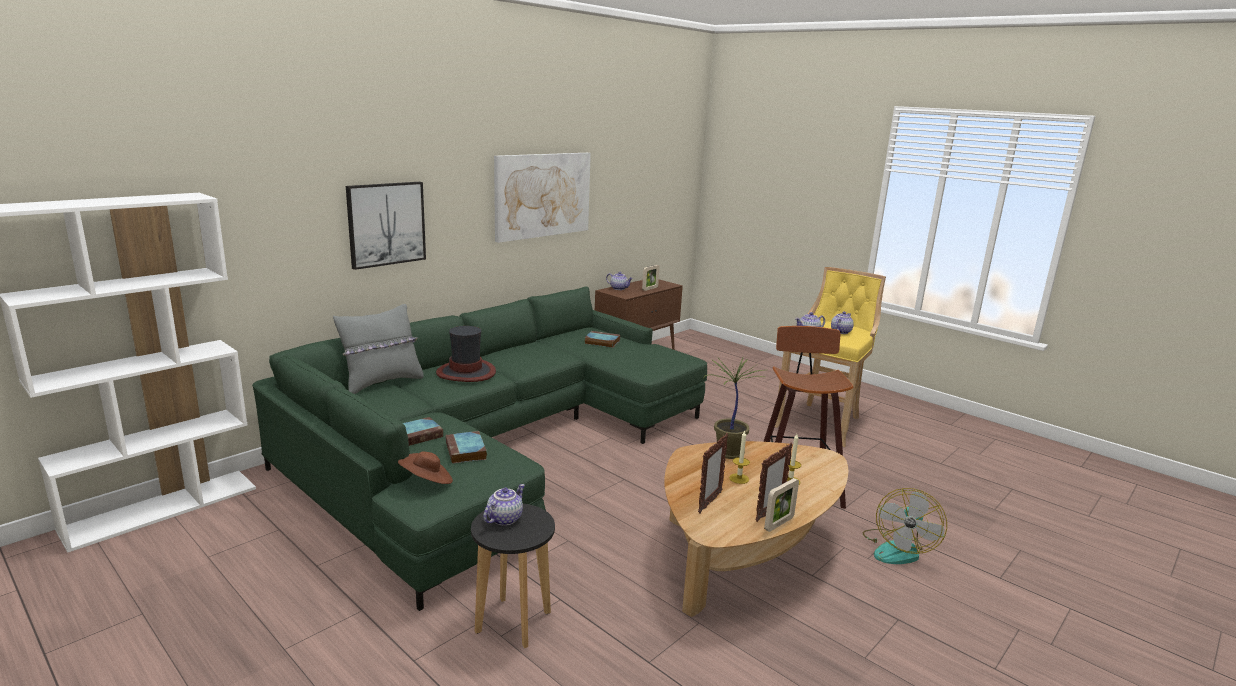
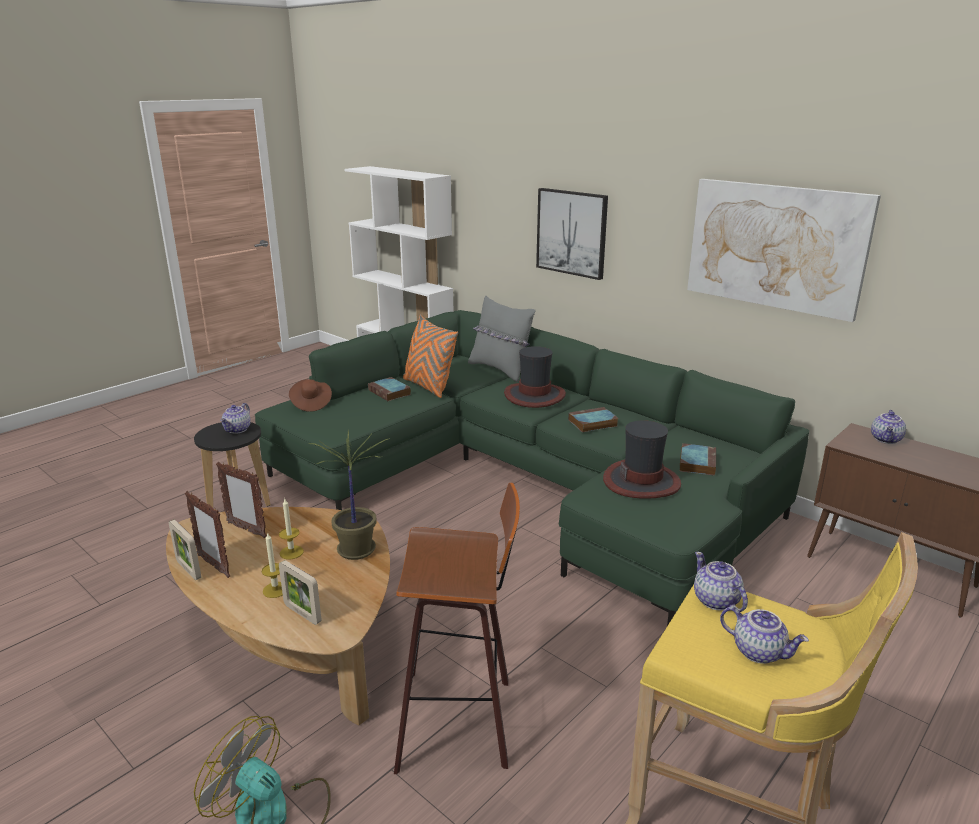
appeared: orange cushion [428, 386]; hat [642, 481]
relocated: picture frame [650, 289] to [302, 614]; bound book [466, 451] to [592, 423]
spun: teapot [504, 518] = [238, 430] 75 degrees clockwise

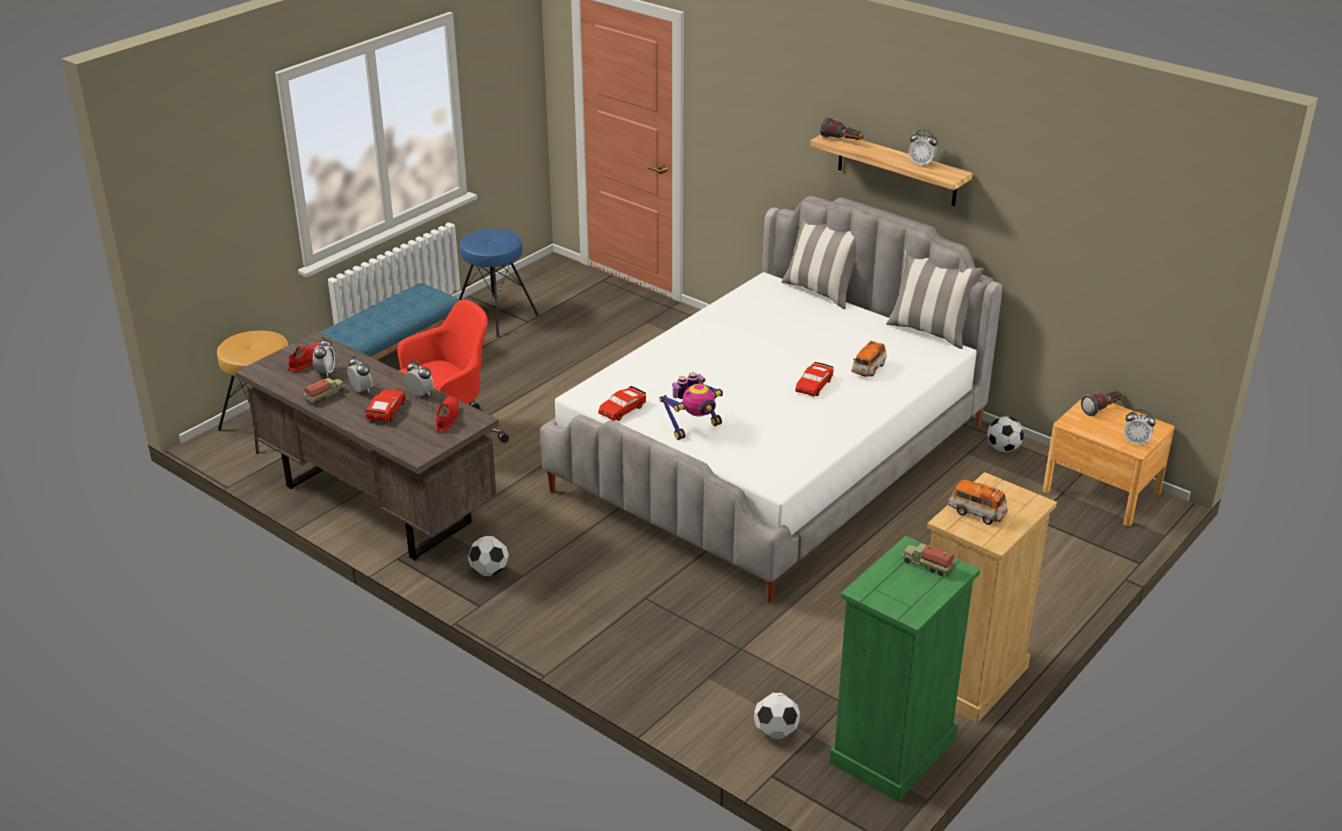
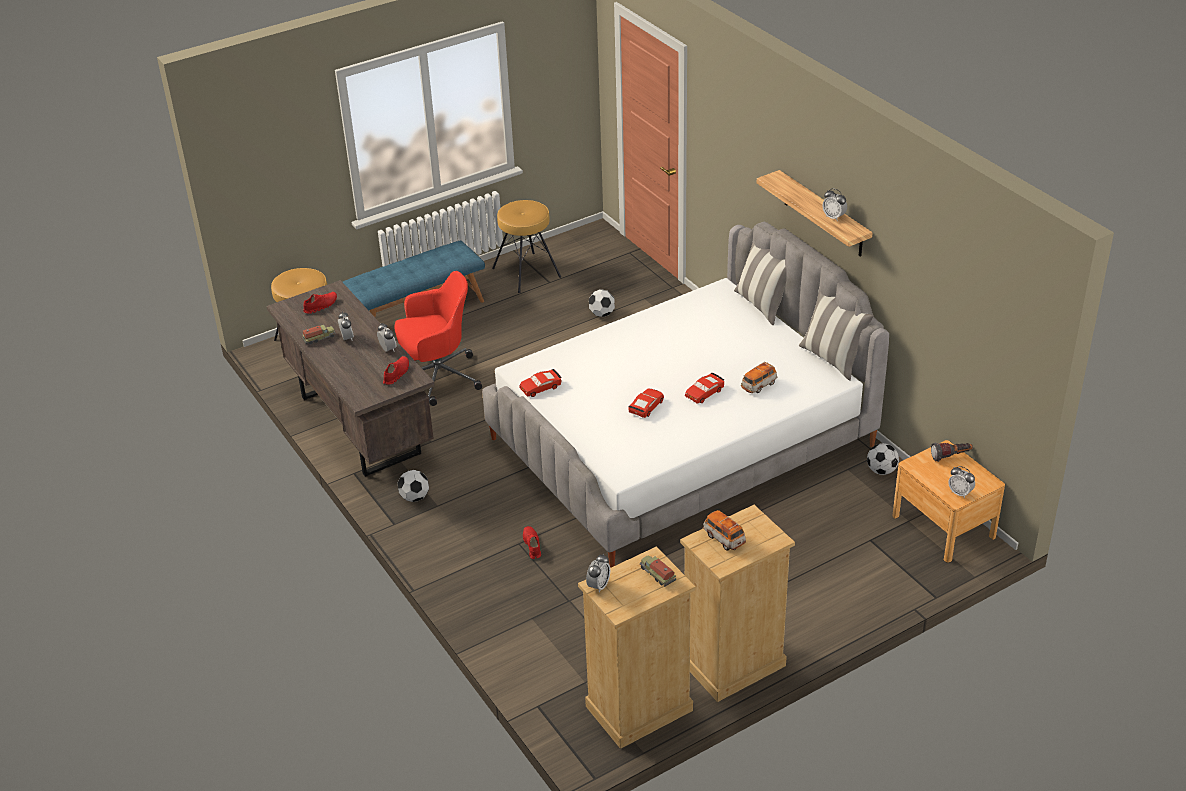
missing: flashlight [842, 141]; model robot [694, 427]
appeared: reddish shoe [532, 545]
relocated: table clock [325, 372] to [598, 586]; reddish toy car [386, 411] to [646, 407]; football [775, 732] to [602, 314]
colour: blue stool [496, 315] to brownish stool [527, 272]; green dresser [893, 751] to sand-coloured dresser [638, 709]

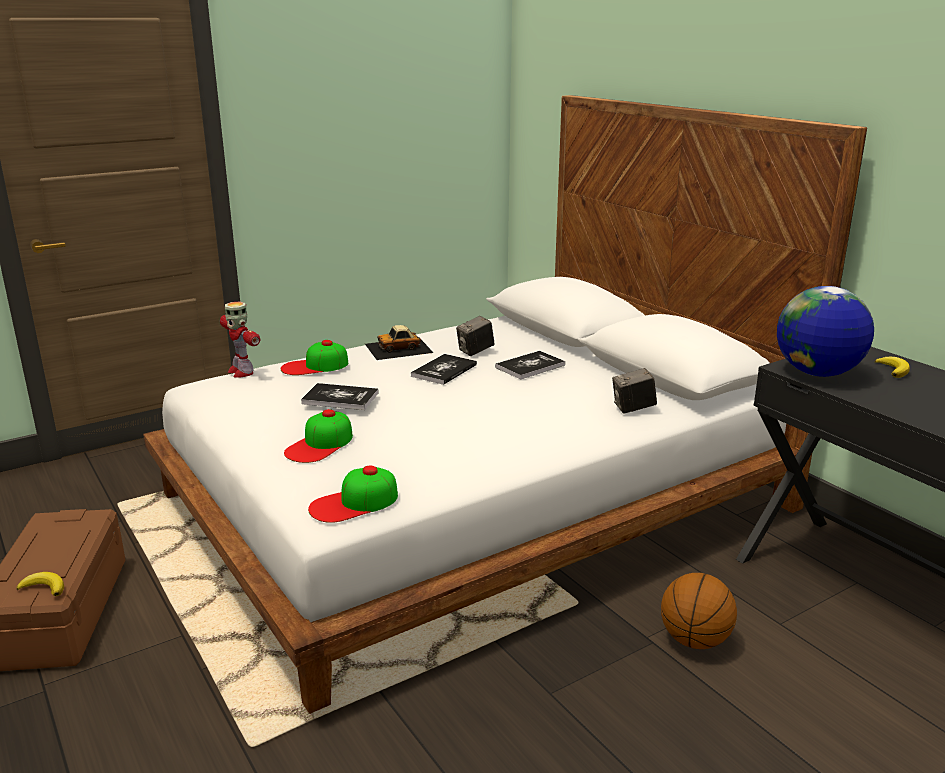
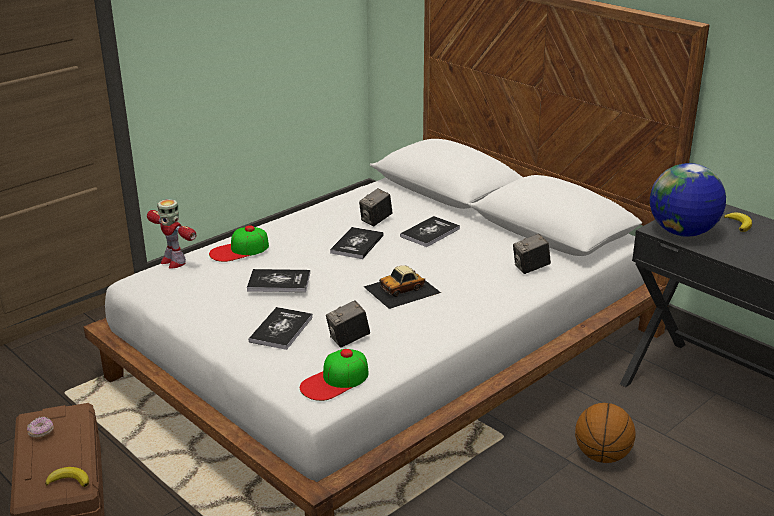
appeared: photo camera [348, 340]; donut [41, 432]
relocated: toy car [399, 348] to [402, 289]
exchanged: cap [320, 444] to bound book [281, 329]

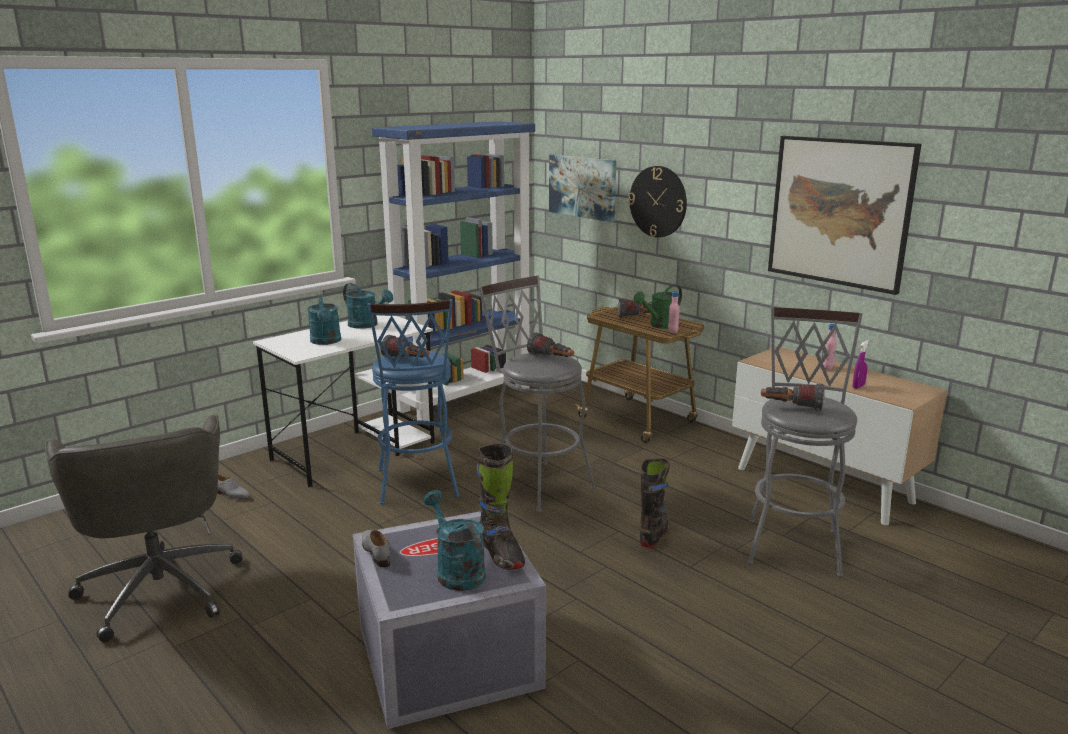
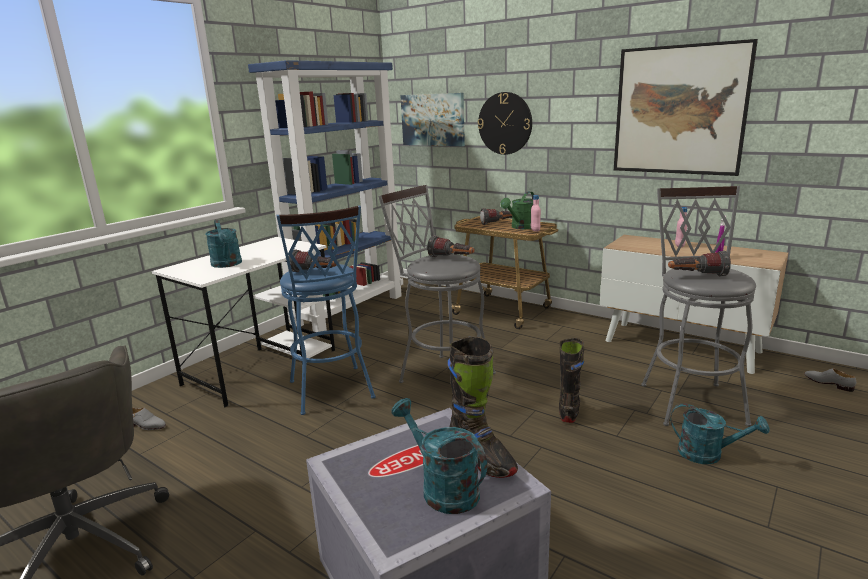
relocated: blue-green watering pot [367, 325] to [708, 454]; grey shoe [376, 552] to [828, 383]

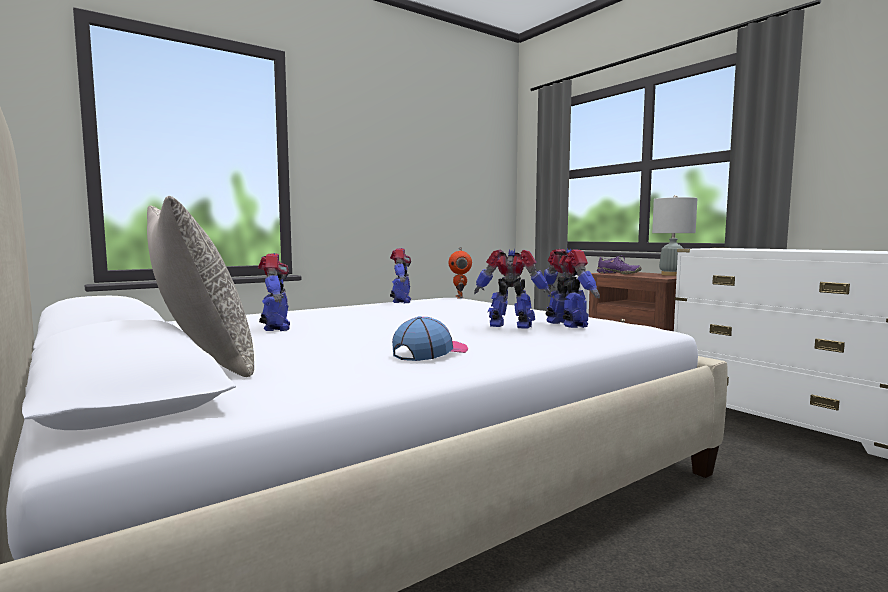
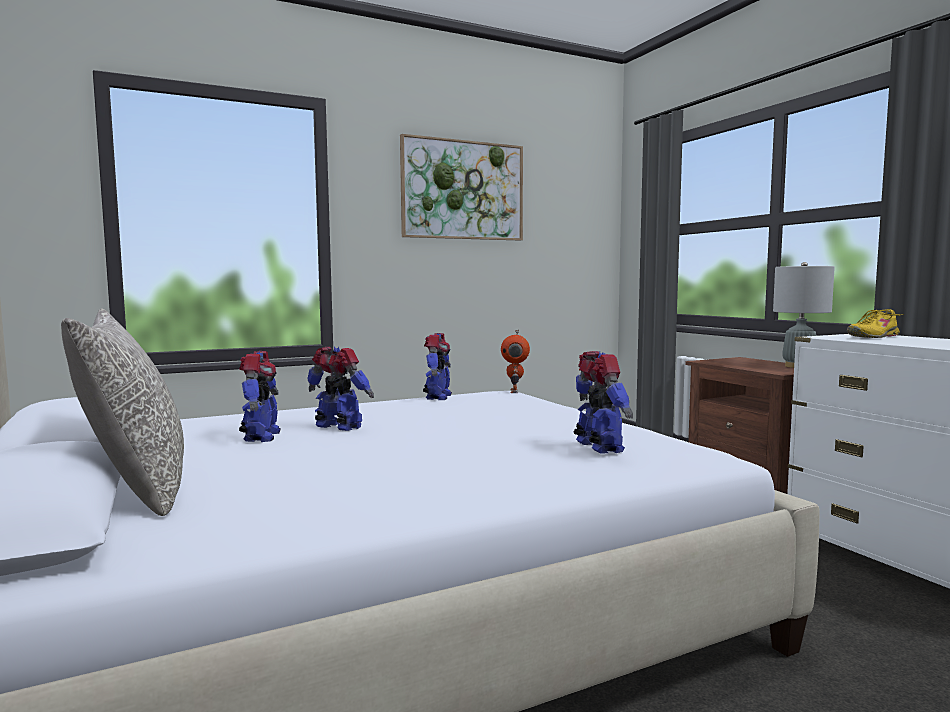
missing: purplish shoe [618, 273]; cap [430, 352]
appeared: wall picture [462, 190]; yellow-coloured shoe [872, 337]
relocated: model robot [511, 326] to [338, 427]

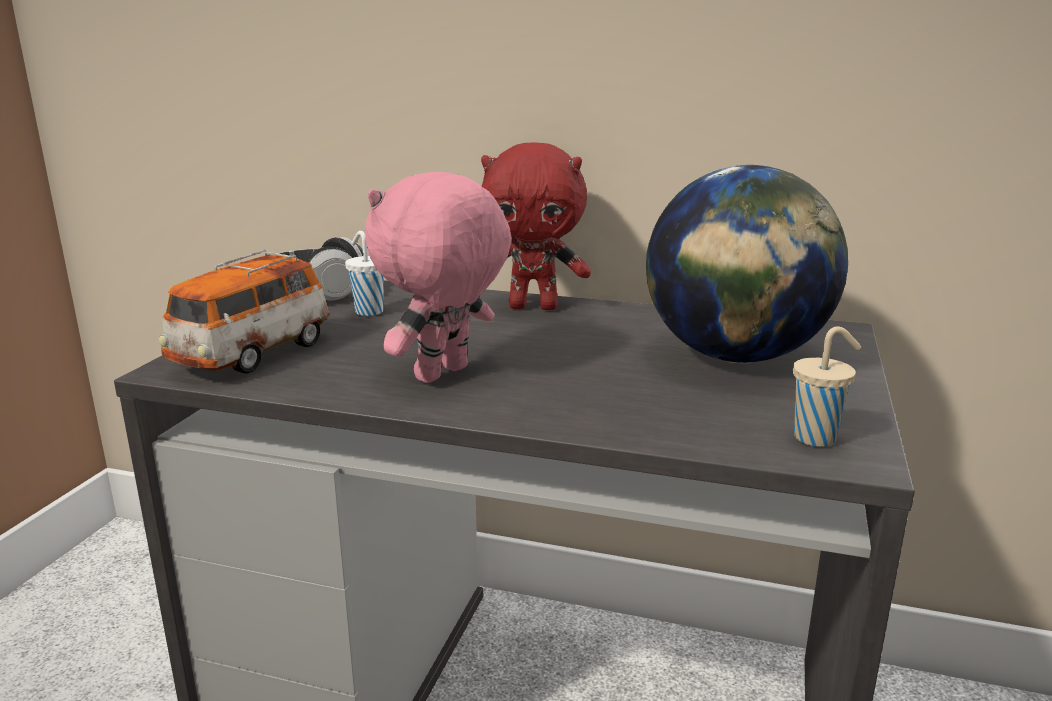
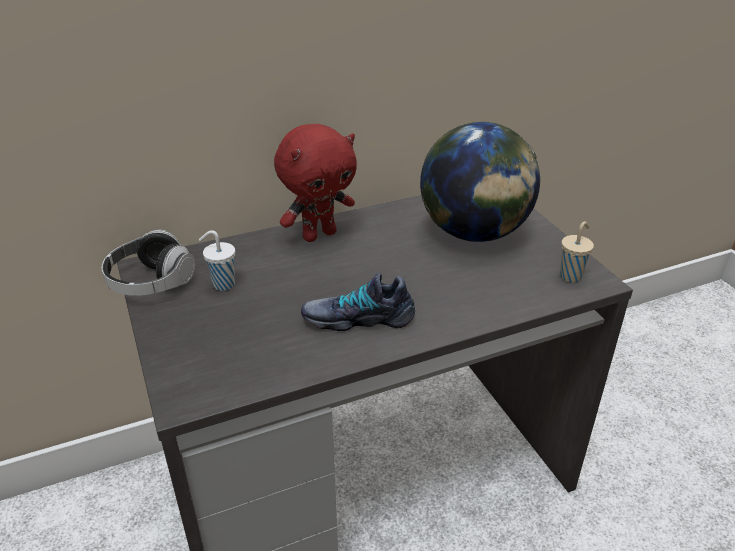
missing: toy car [252, 354]
exchanged: pink soft toy [444, 375] to shoe [358, 318]

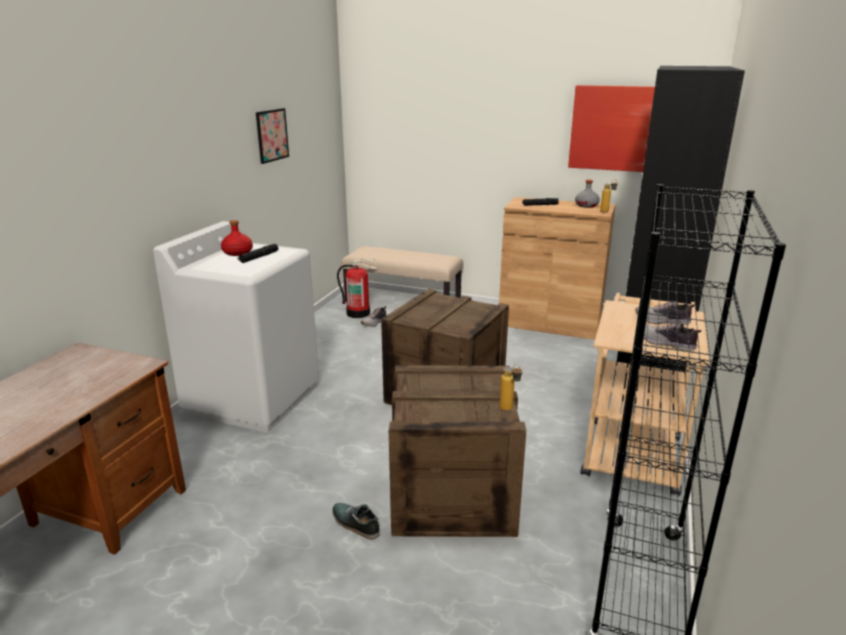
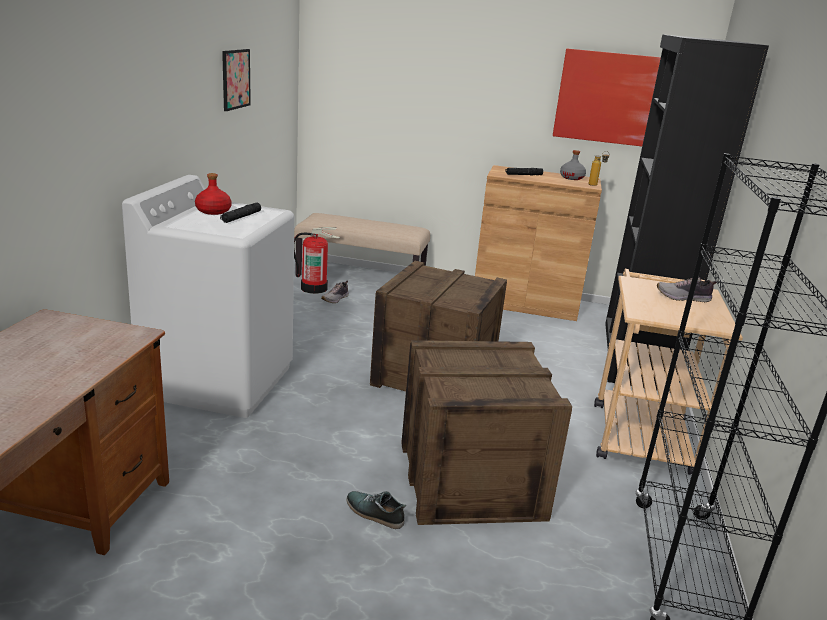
missing: shoe [666, 343]; drink bottle [509, 410]

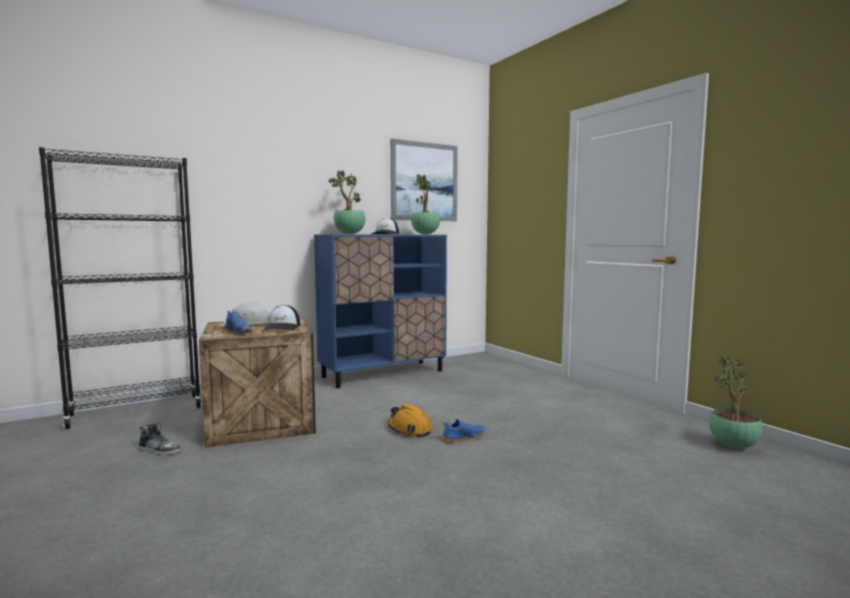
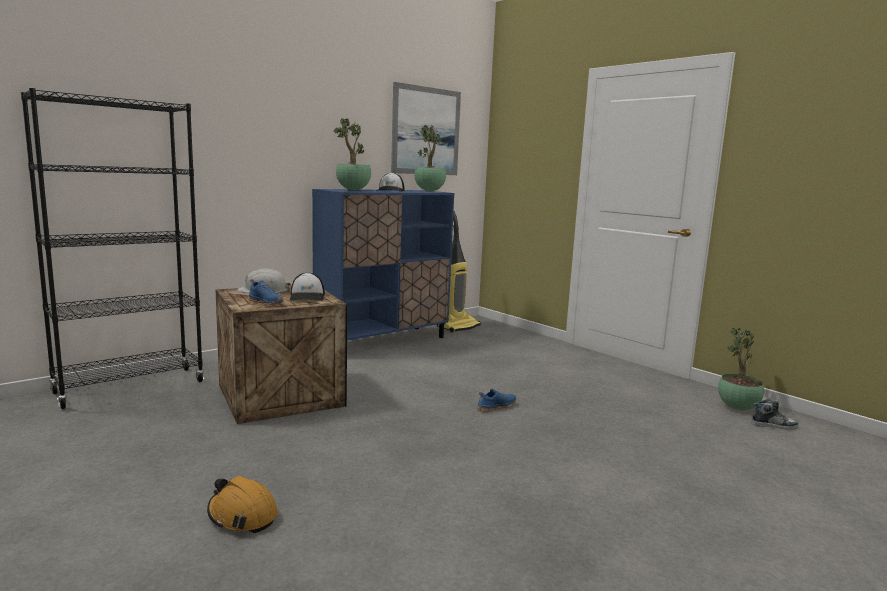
appeared: vacuum [458, 326]
relocated: orange safety helmet [410, 429] to [242, 515]; shoe [159, 450] to [774, 425]

